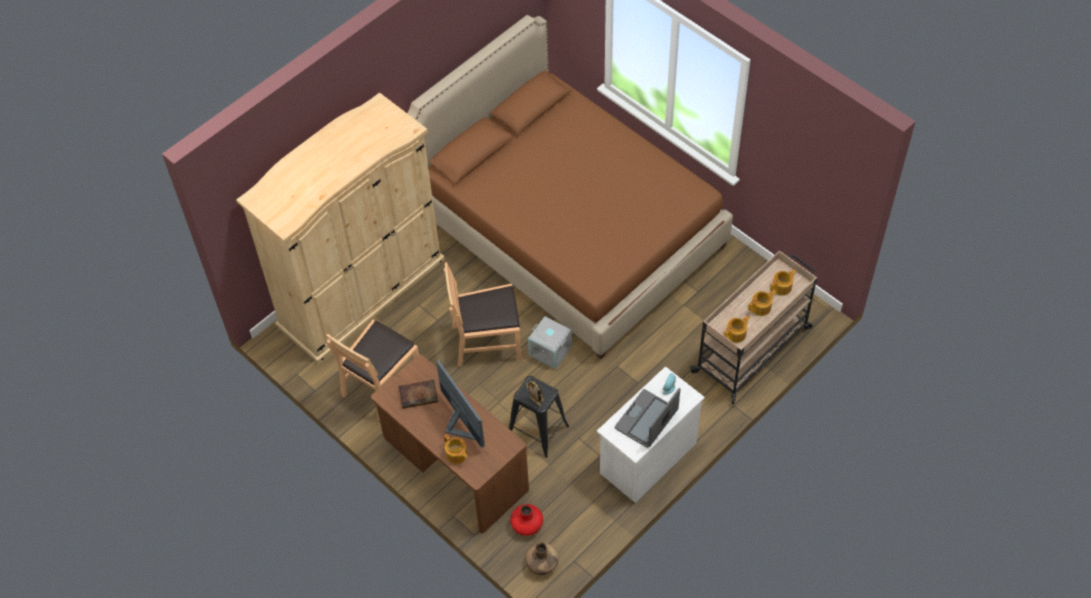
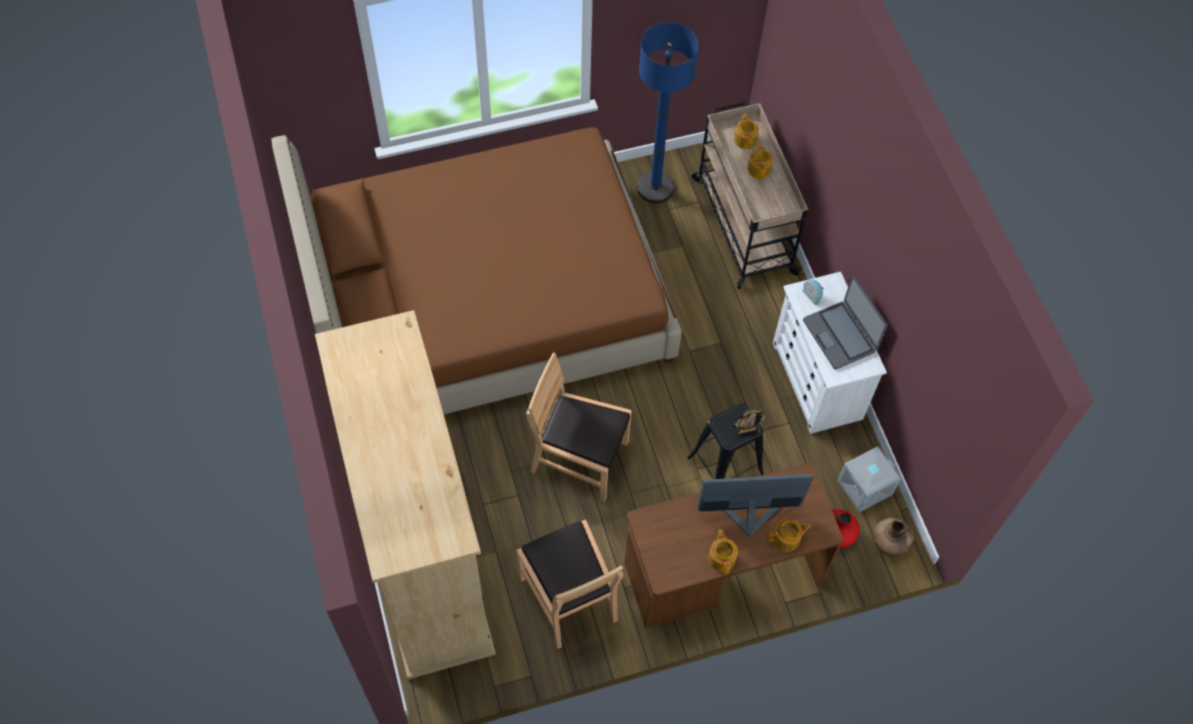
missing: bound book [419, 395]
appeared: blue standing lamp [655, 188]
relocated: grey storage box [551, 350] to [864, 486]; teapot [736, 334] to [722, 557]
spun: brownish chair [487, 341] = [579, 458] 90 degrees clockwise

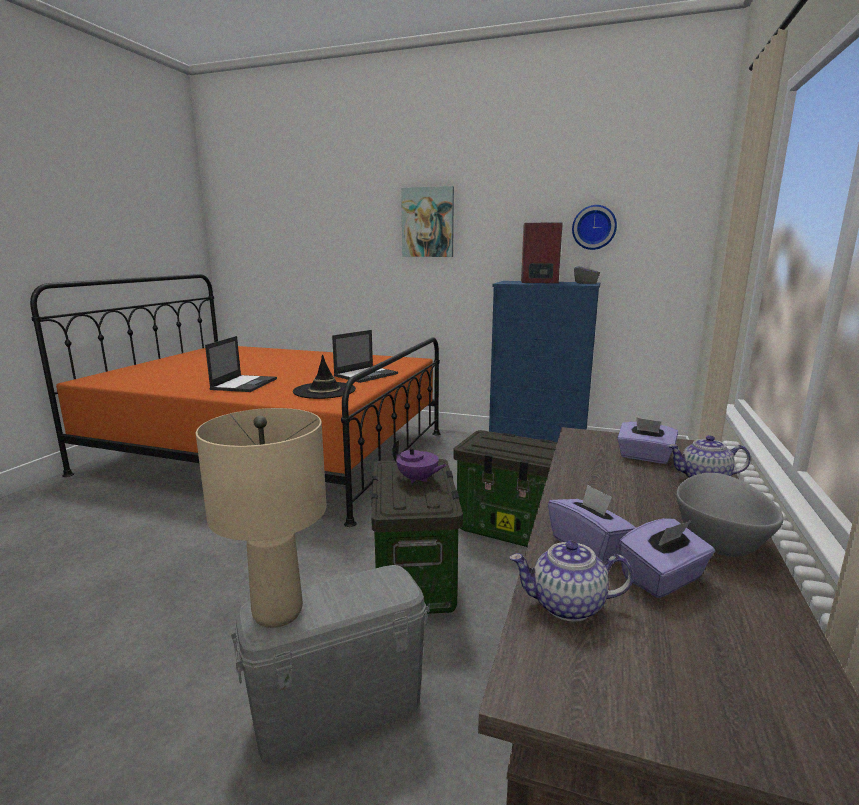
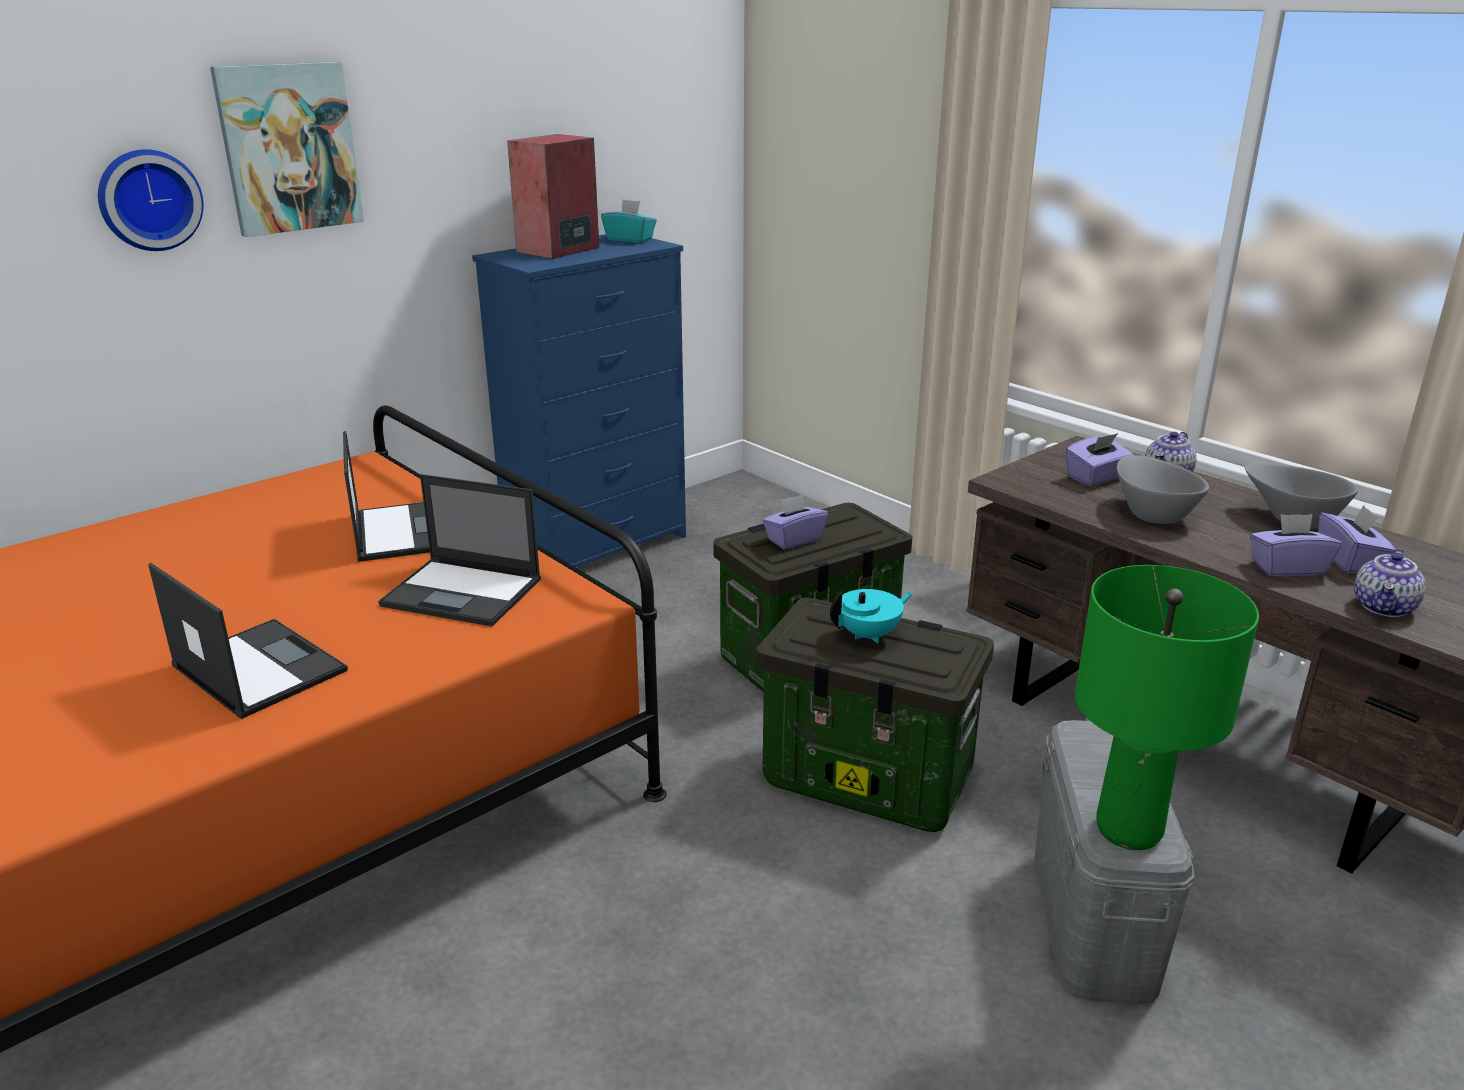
appeared: grey serving bowl [1152, 513]; purplish tissue holder [794, 539]
relocated: hanging clock [594, 227] to [148, 199]
exchanged: black-coloured hat [324, 391] to laptop [464, 593]
colour: grey tissue holder [586, 283] to blue-green tissue holder [630, 239]; sand-coloured lamp for a table [276, 612] to green lamp for a table [1129, 831]; purplish teapot [417, 479] to blue-green teapot [869, 635]

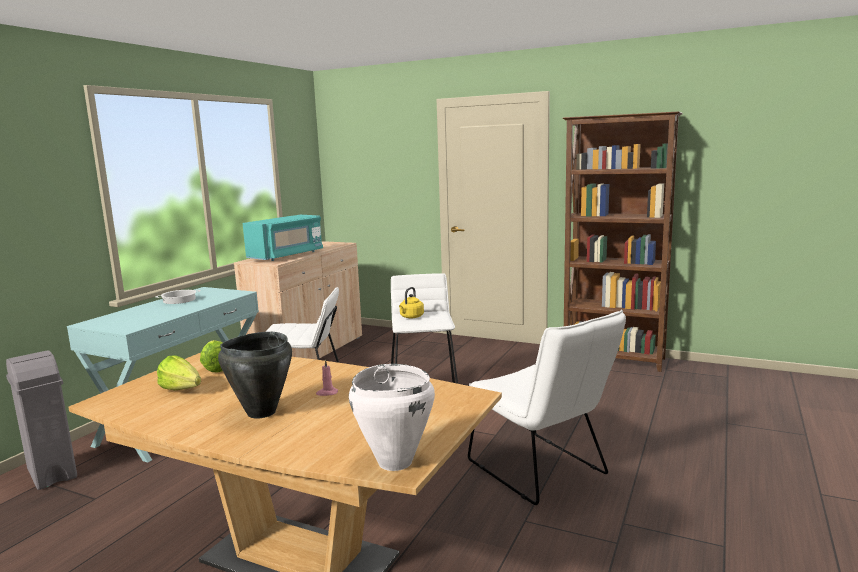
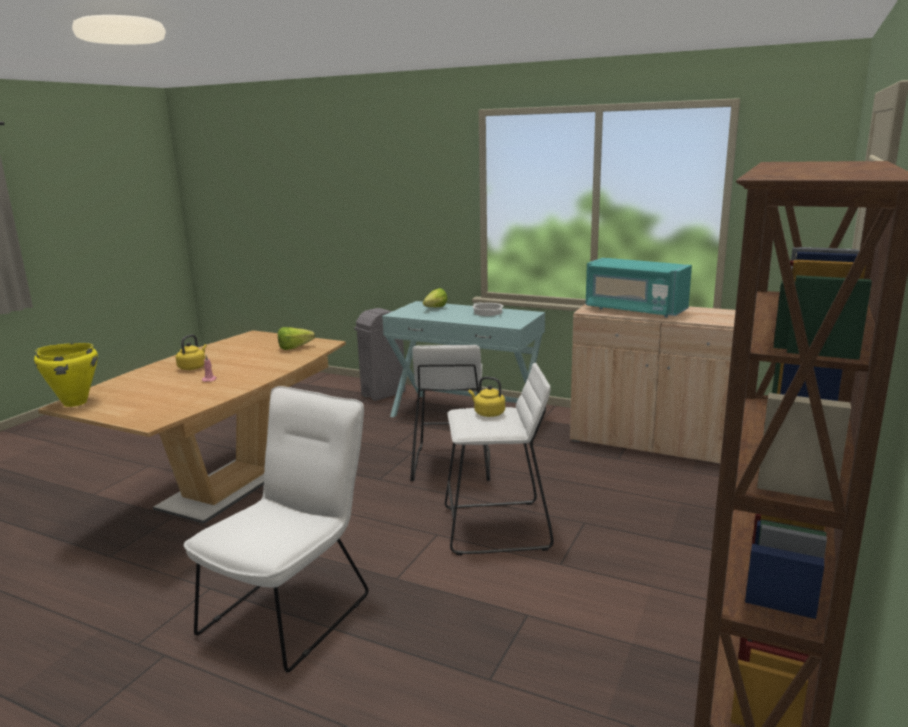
relocated: lettuce head [183, 391] to [433, 309]
exchanged: black-coloured stockpot [260, 412] to yellow-coloured kettle [193, 367]
colour: white-coloured stockpot [394, 462] to yellow-coloured stockpot [75, 402]
spun: white-coloured chair [542, 471] = [294, 608] 150 degrees clockwise

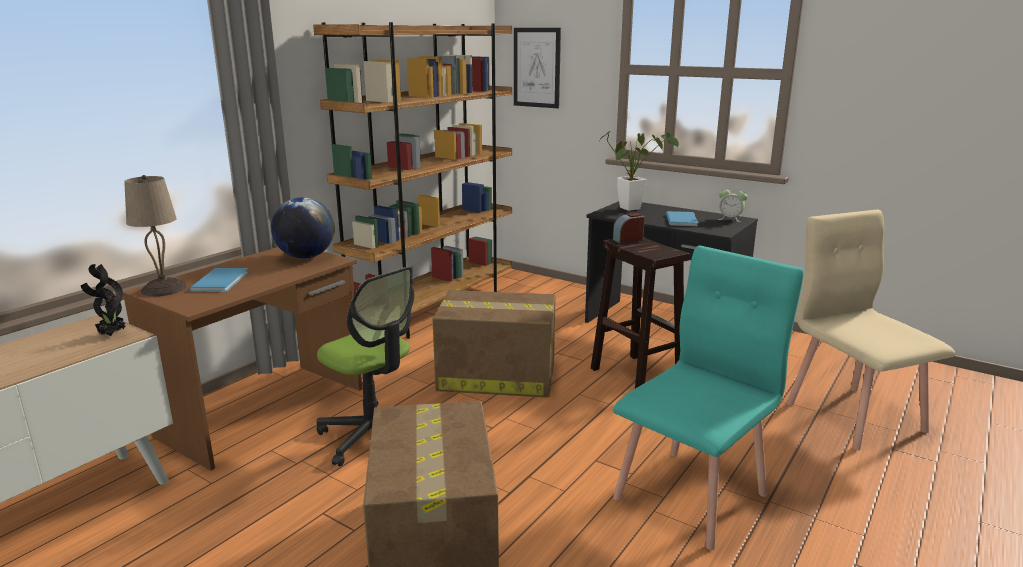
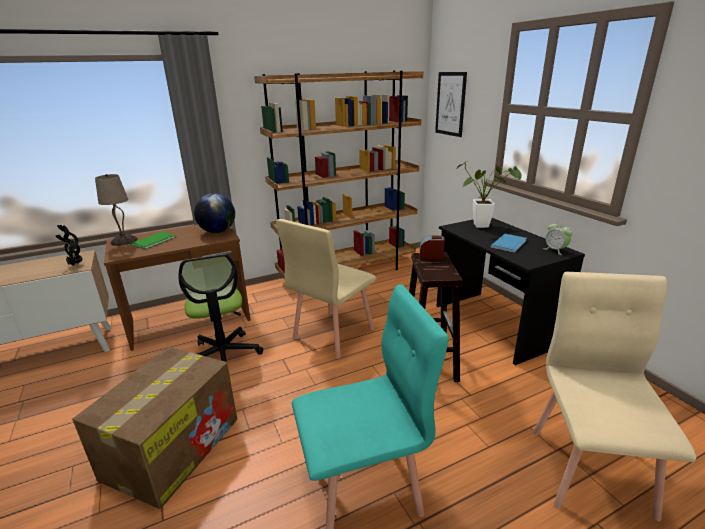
exchanged: cardboard box [495, 376] to sand-coloured chair [332, 333]
colour: blue bound book [222, 280] to green bound book [155, 241]

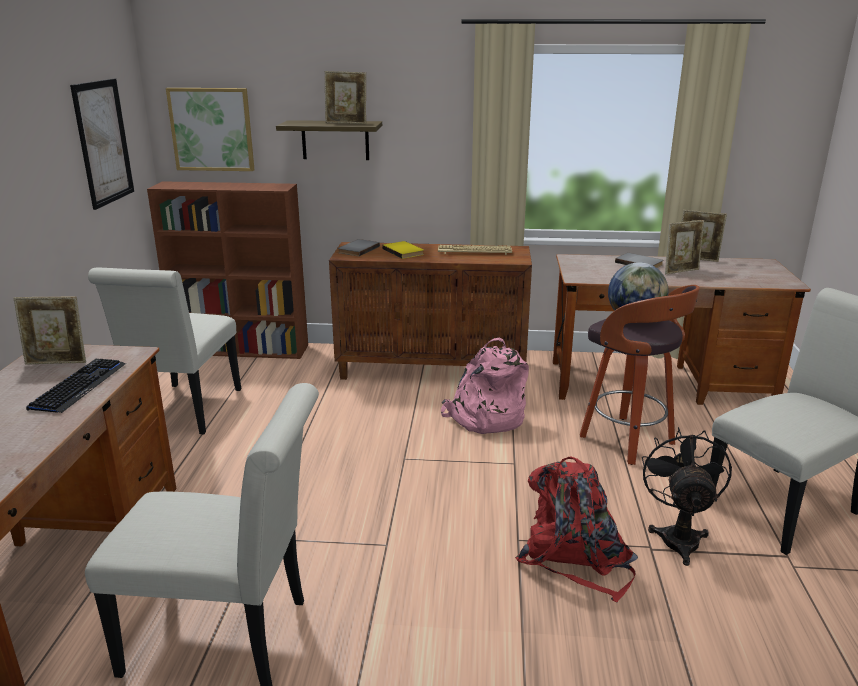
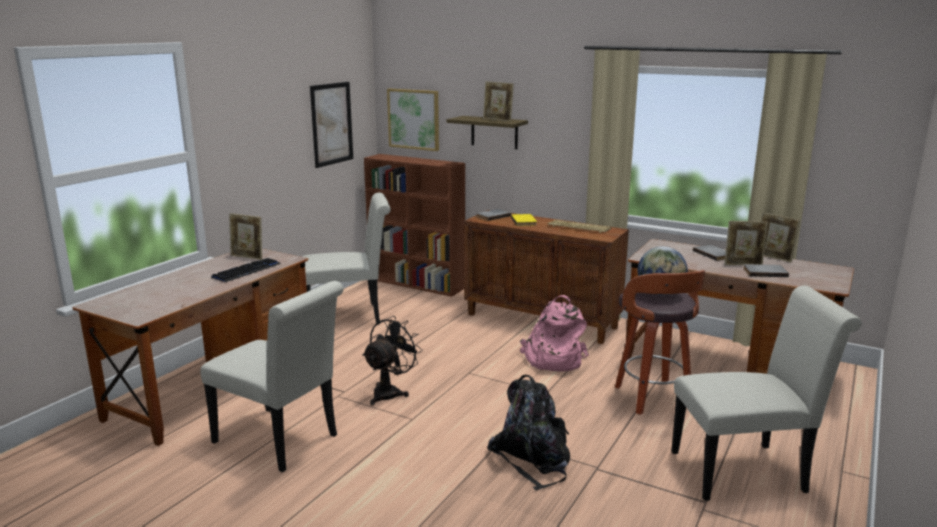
appeared: grey bound book [764, 272]
relocated: black-coloured fan [678, 536] to [390, 392]
colour: reddish knapsack [575, 557] to black-coloured knapsack [533, 459]
spun: white-coloured chair [184, 412] = [349, 316] 135 degrees counterclockwise

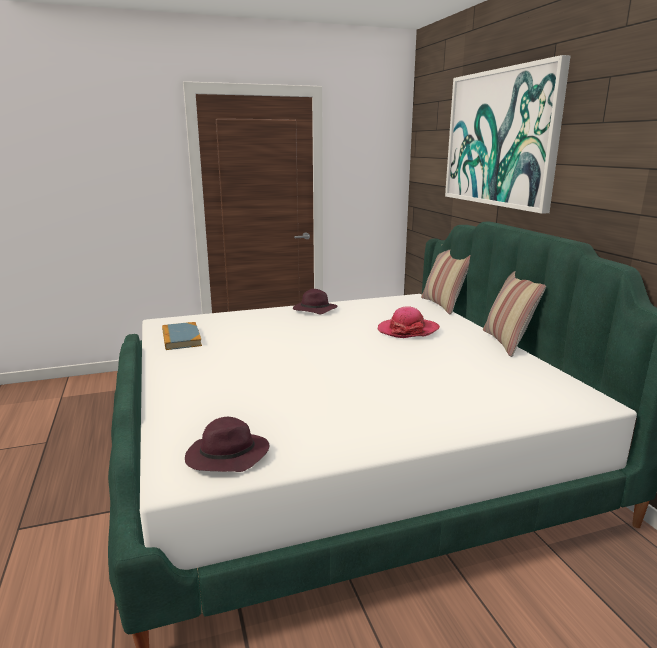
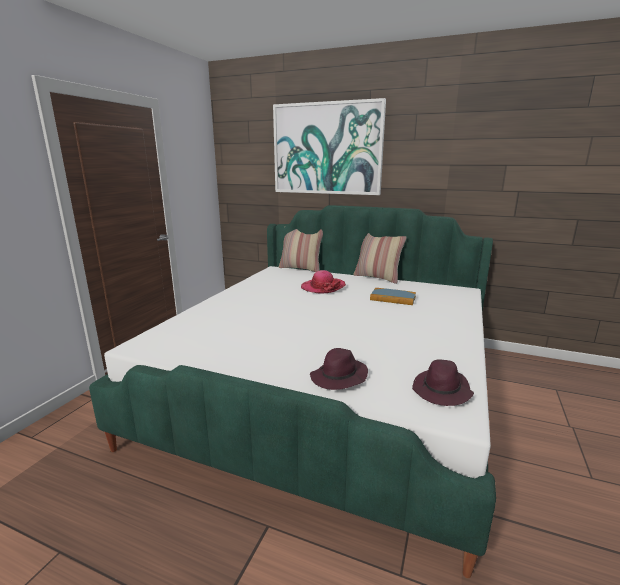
relocated: purplish hat [314, 310] to [339, 378]; bound book [181, 338] to [393, 298]

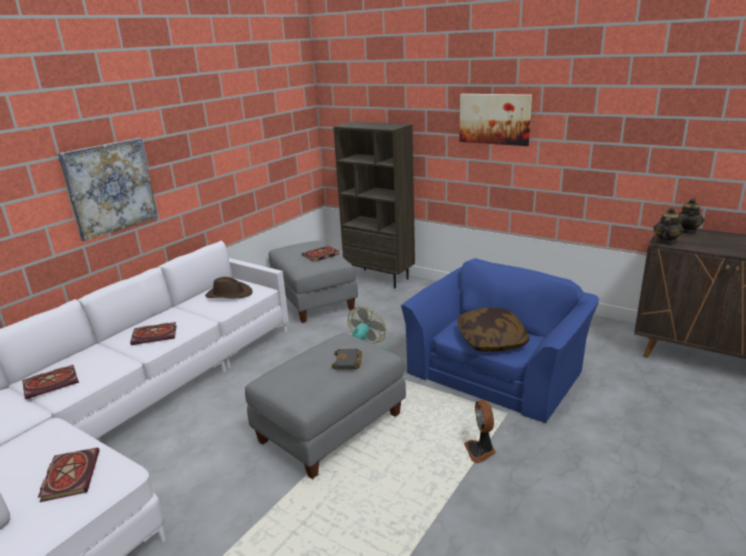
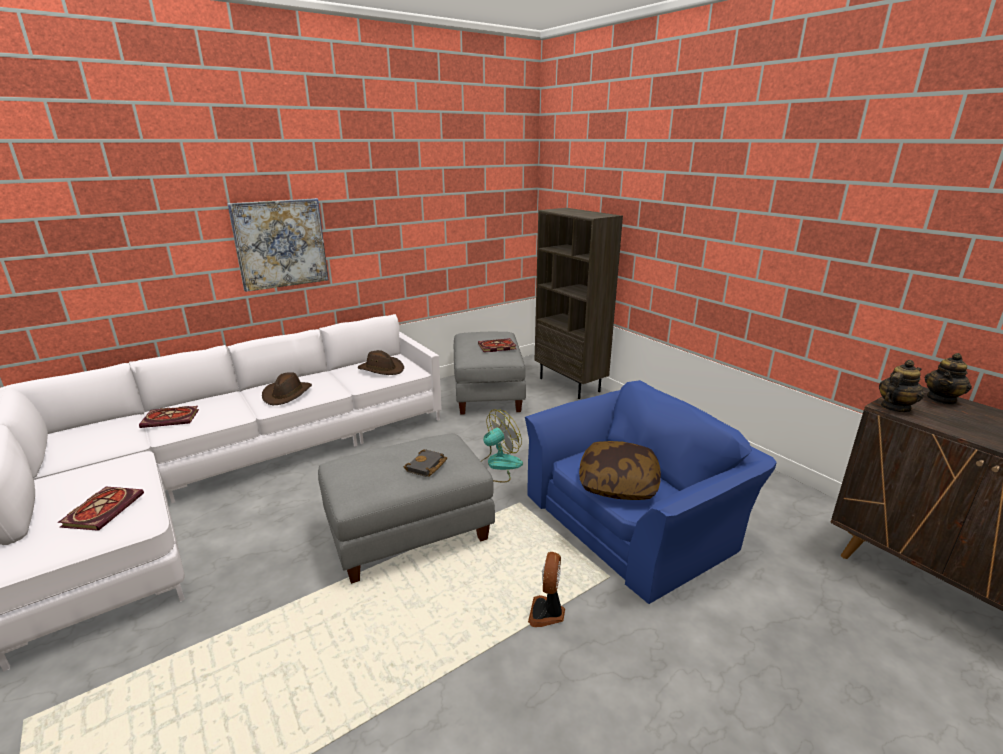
missing: wall picture [494, 119]
exchanged: bound book [156, 335] to brownish hat [287, 394]

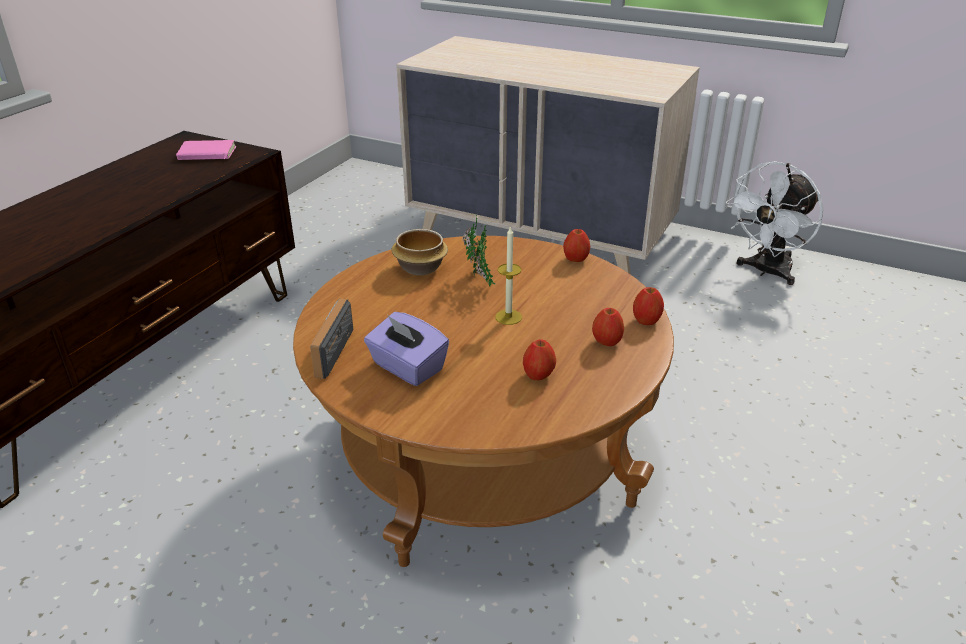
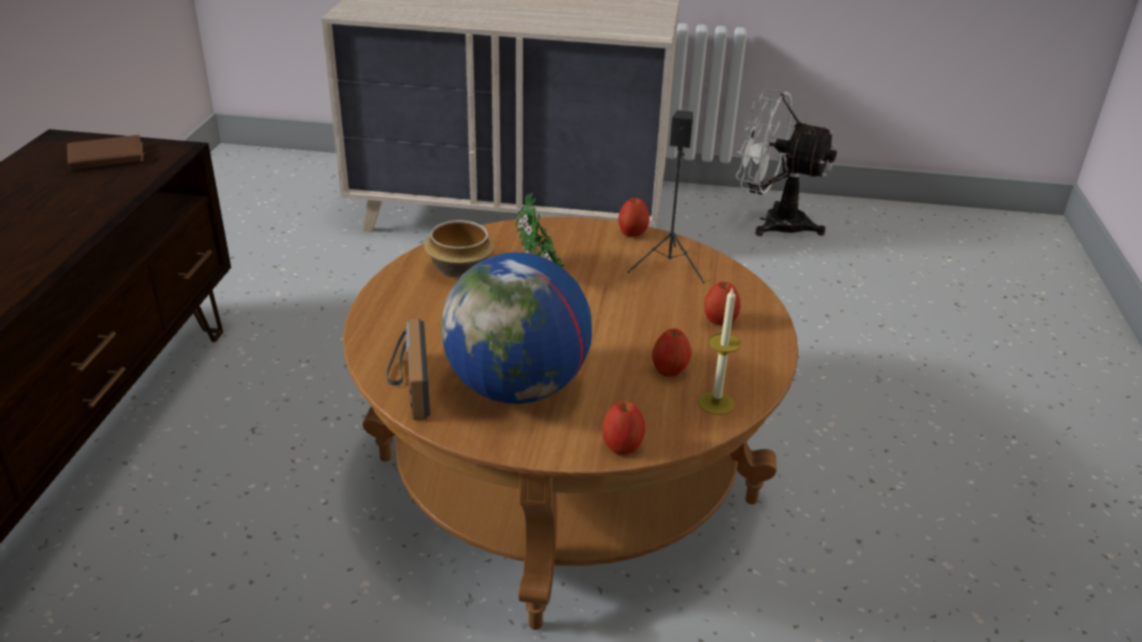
appeared: black-coloured speaker [669, 266]
relocated: candle [508, 317] to [716, 403]; apple [646, 321] to [622, 447]
exchanged: purplish tissue holder [407, 367] to desk globe [517, 388]
colour: pink bound book [206, 154] to brownish bound book [106, 158]
spun: white-coloured fan [766, 272] = [772, 222] 90 degrees clockwise

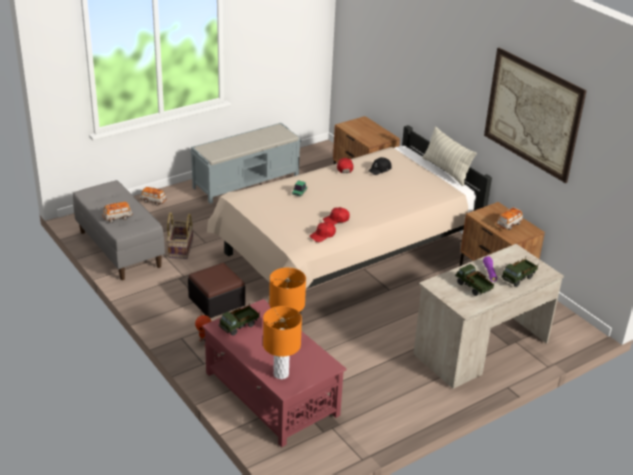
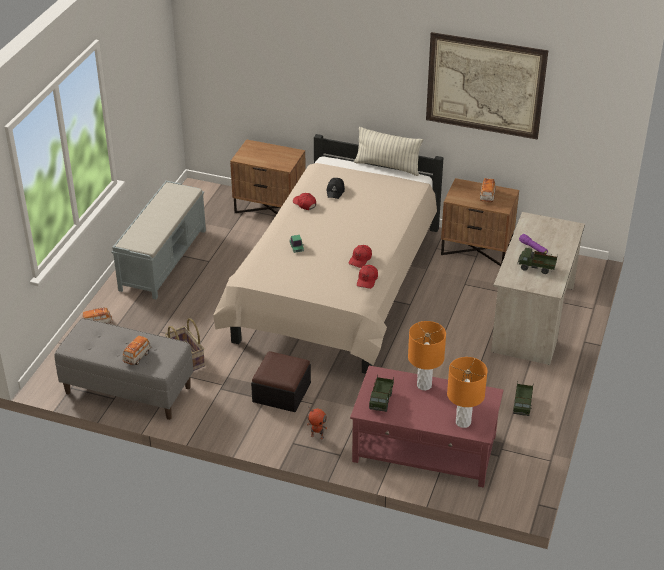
relocated: toy truck [518, 278] to [522, 405]

